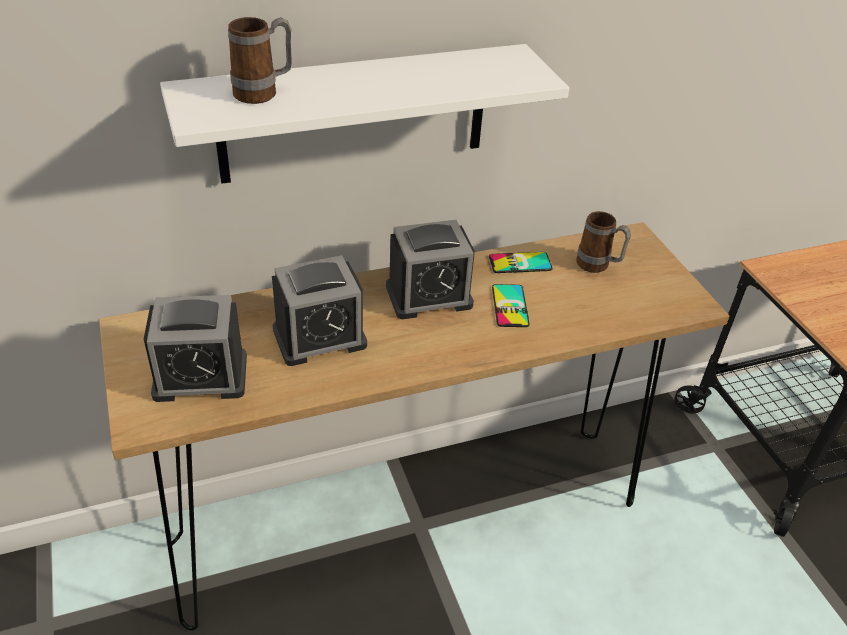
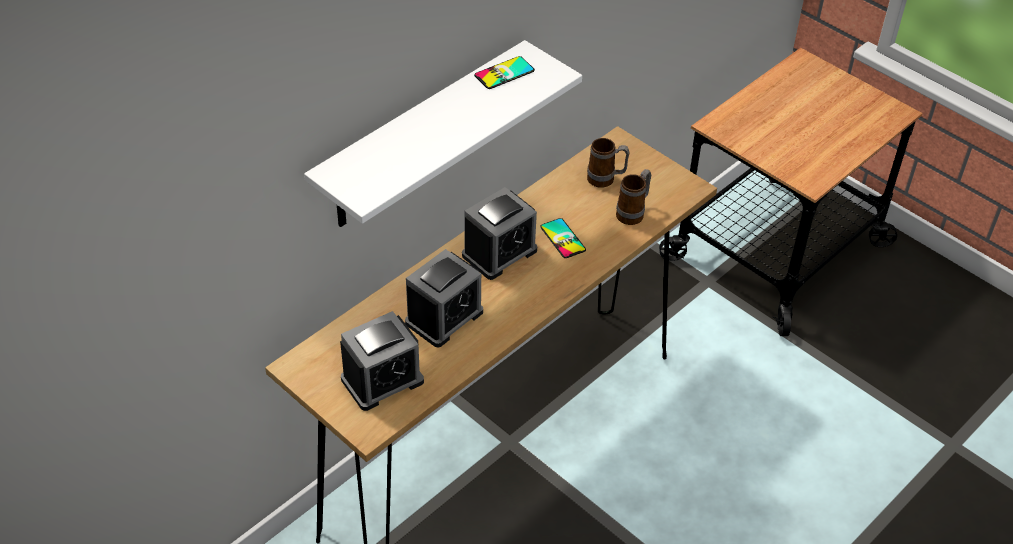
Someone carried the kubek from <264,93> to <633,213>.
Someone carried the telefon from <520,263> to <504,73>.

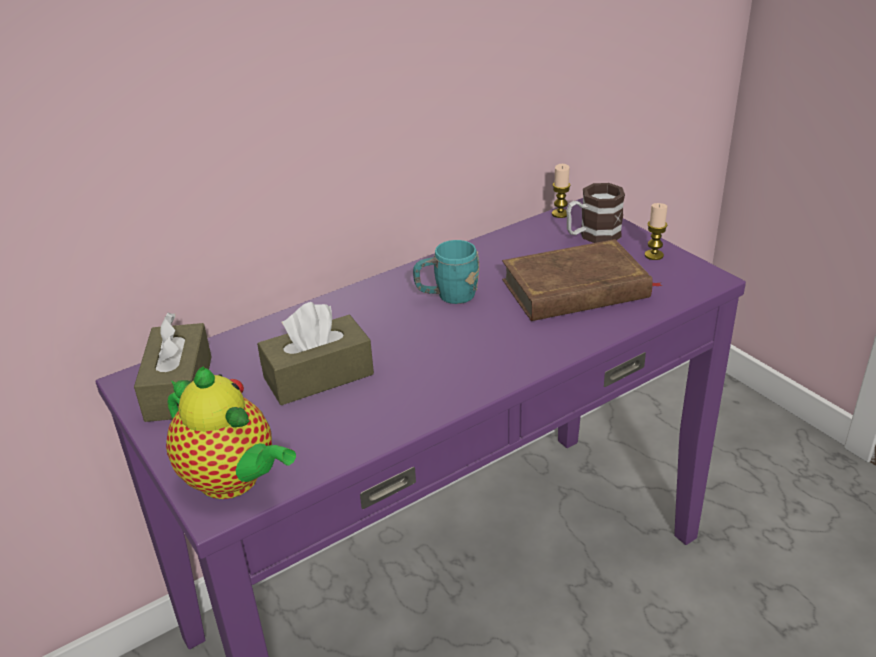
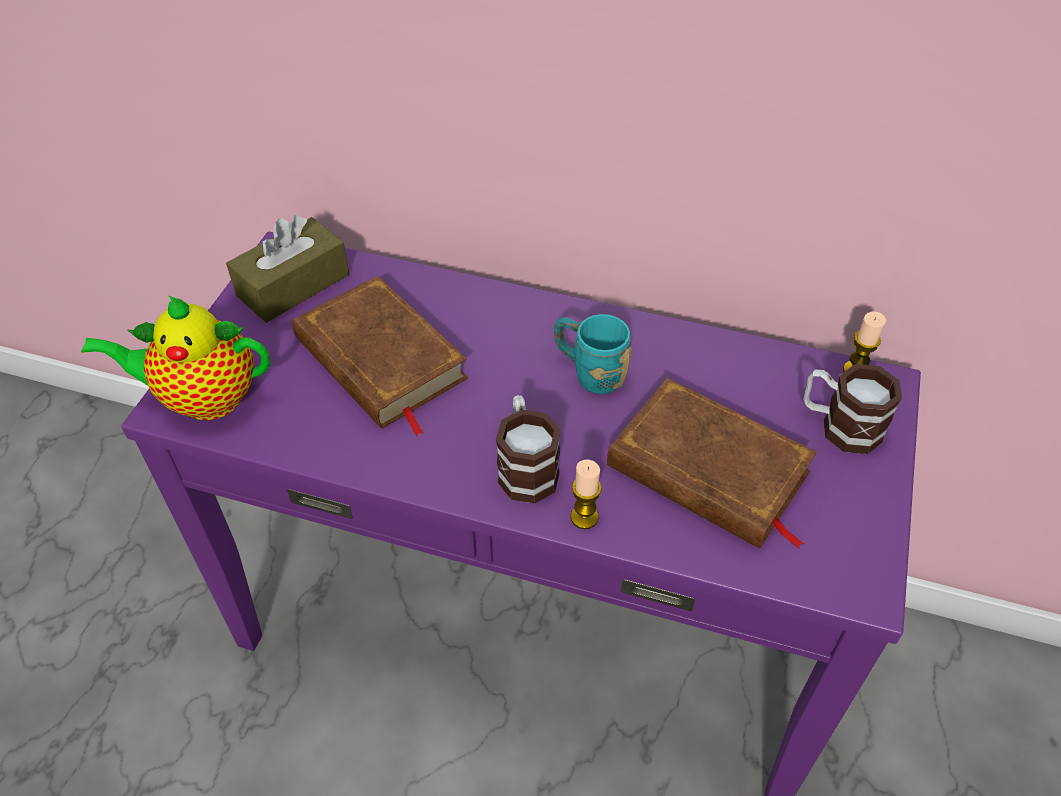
Someone carried the świeca from <654,255> to <584,517>.
Someone swapped the pudełko chusteczek/brązowy at <318,376> for the książka/brązowy at <380,360>.
Someone rotated the imbryk at <233,481> by 90 degrees clockwise.
Someone put down the kubek at <526,466>.

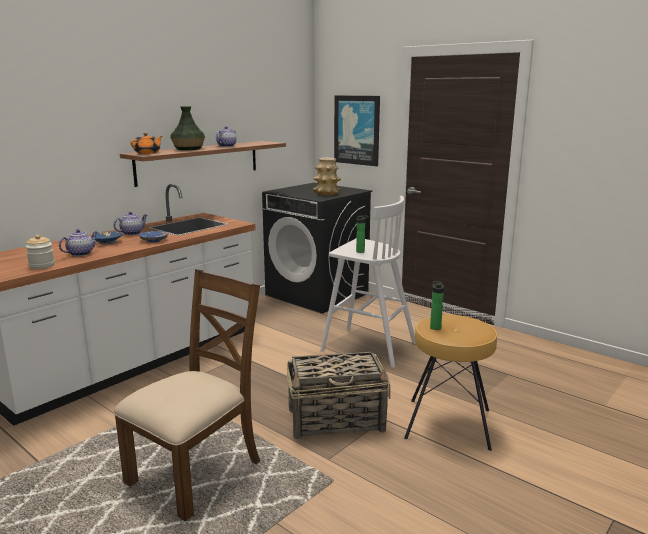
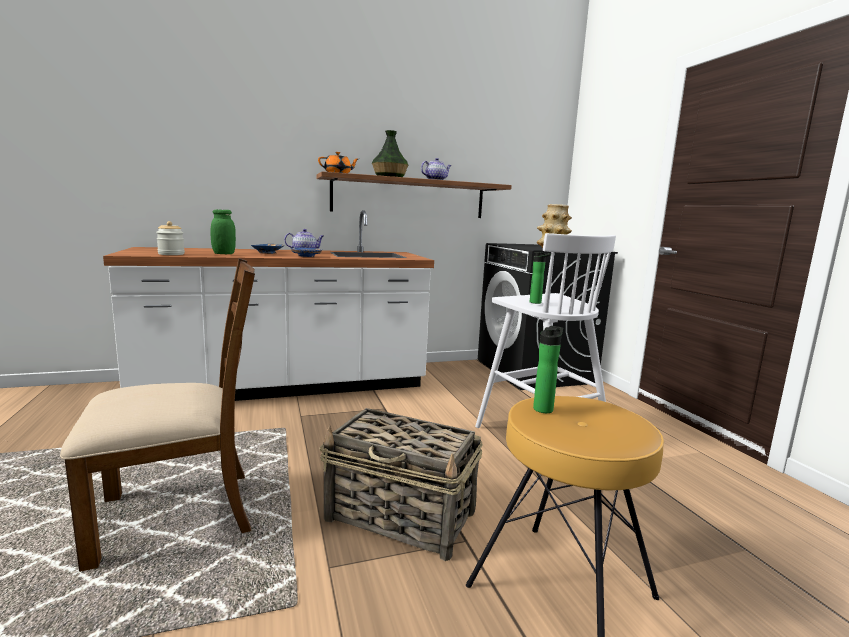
Someone took away the obraz at <357,130>.
Someone swapped the imbryk at <81,253> for the słoik/zielony at <224,254>.

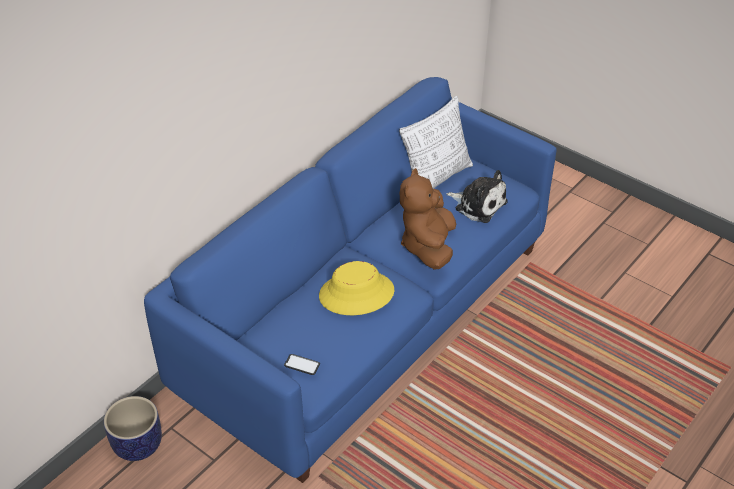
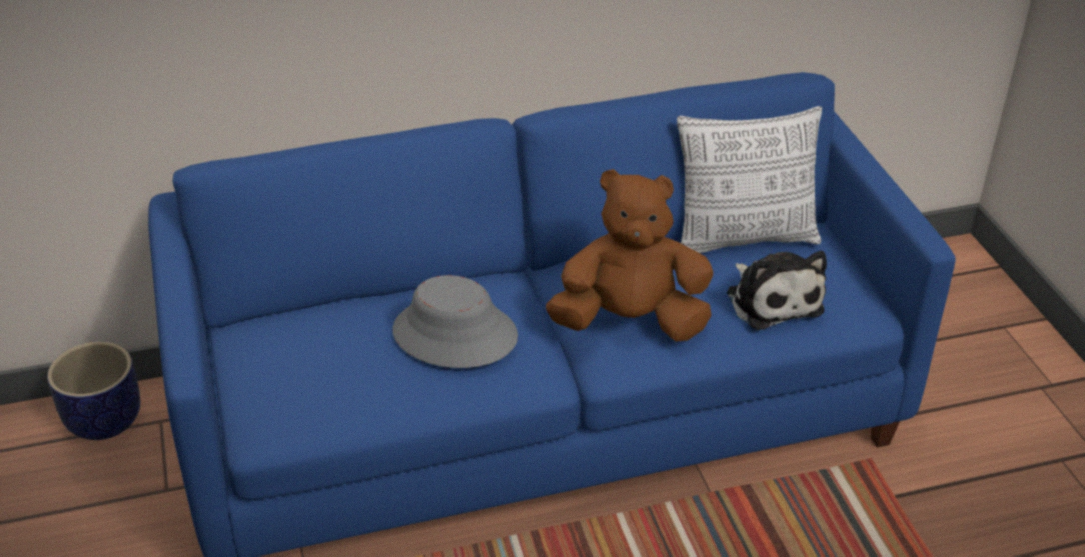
Someone rotated the pluszak/brązowy at <428,246> by 45 degrees clockwise.
Someone repainted the kapelusz/żółty at <356,294>, which became the kapelusz/szary at <454,335>.
Someone took away the telefon at <302,365>.

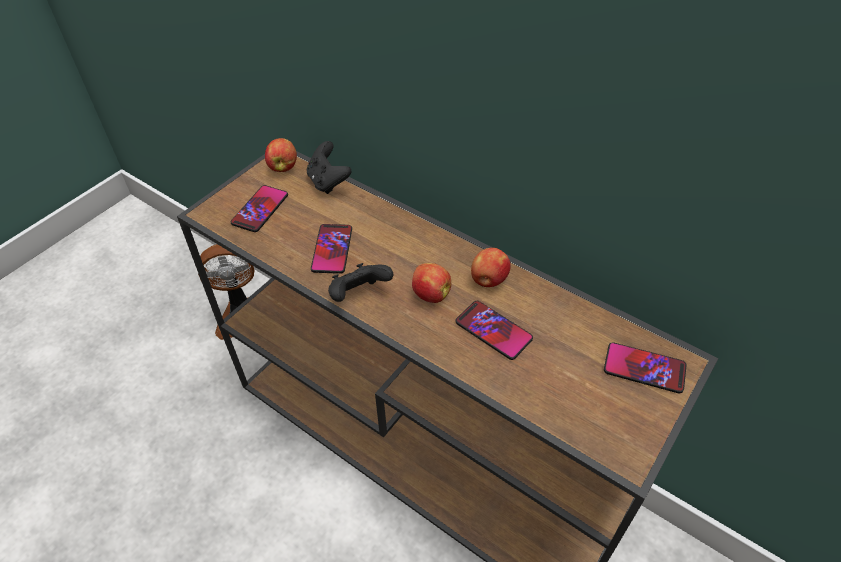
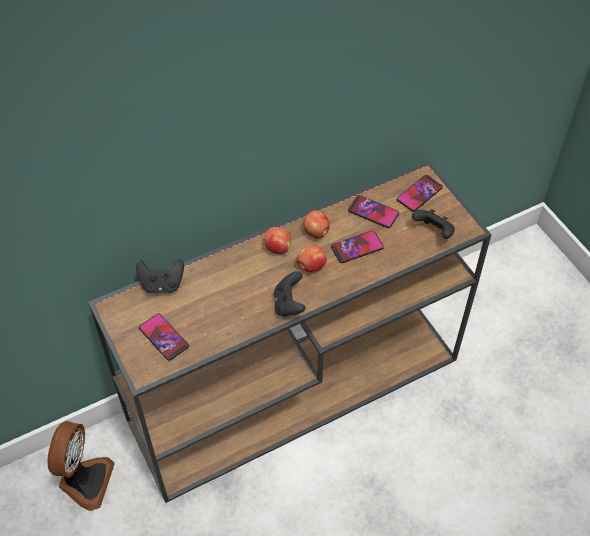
Someone carried the jabłko from <283,167> to <277,248>.
Someone carried the telefon from <332,249> to <373,212>.
Someone put down the pad do gier/czarny at <433,232>.

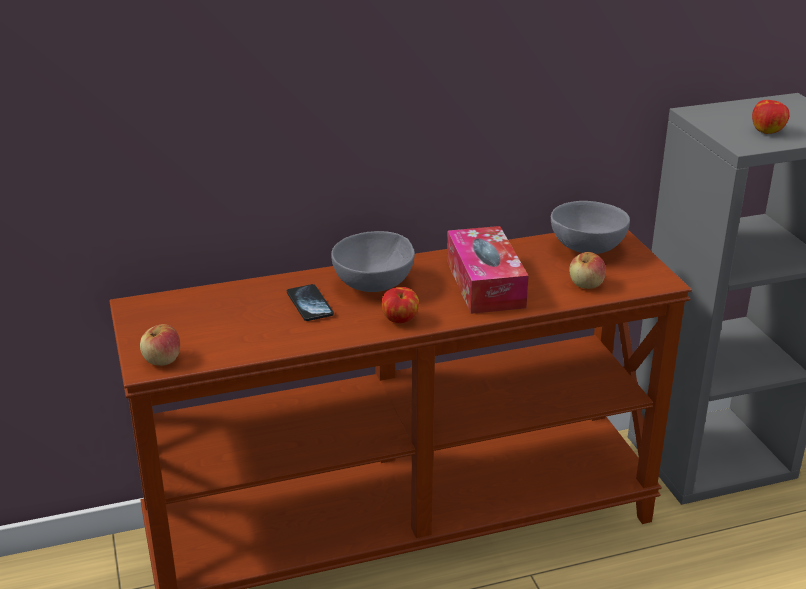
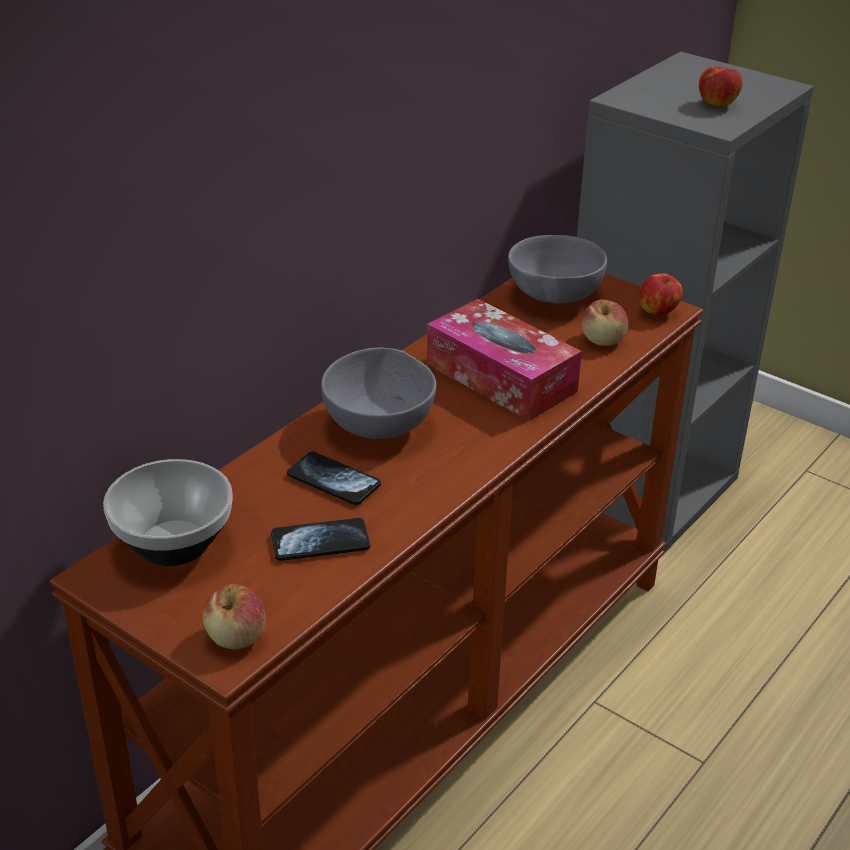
Someone carried the jabłko from <400,320> to <658,312>.
Someone put down the miska at <175,543>.
Someone put down the telefon at <320,542>.

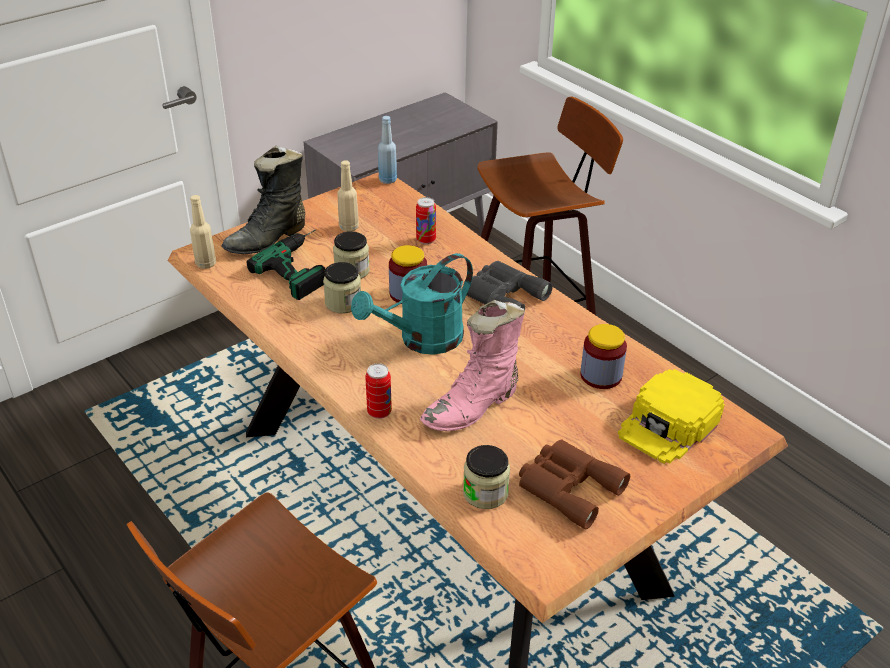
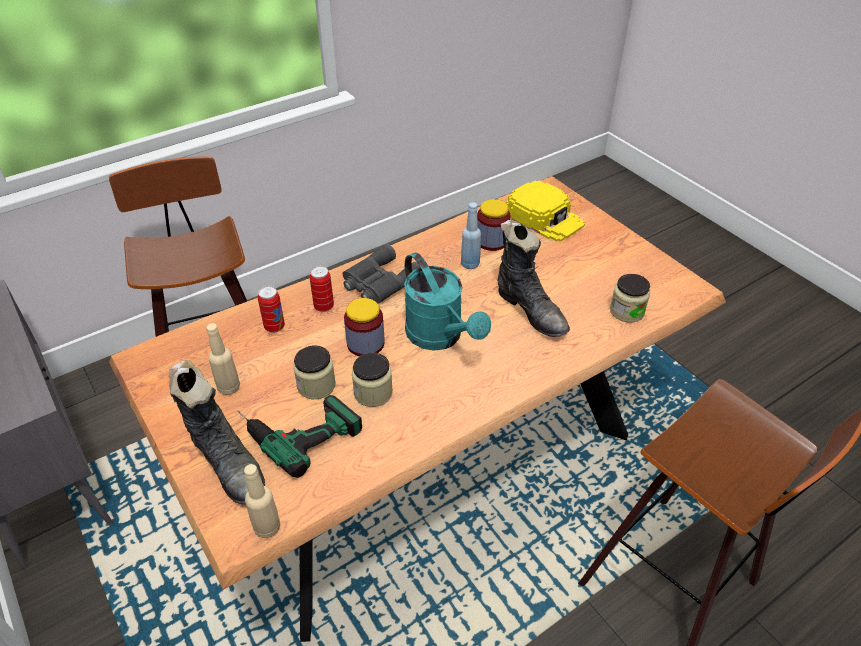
Someone carried the butelka/niebieski from <388,180> to <470,264>.
Someone repainted the but z cholewką/różowy at <473,407>, which became the but z cholewką/czarny at <530,311>.
Someone carried the puszka from <379,412> to <324,306>.
Someone took away the lornetka/brązowy at <567,486>.

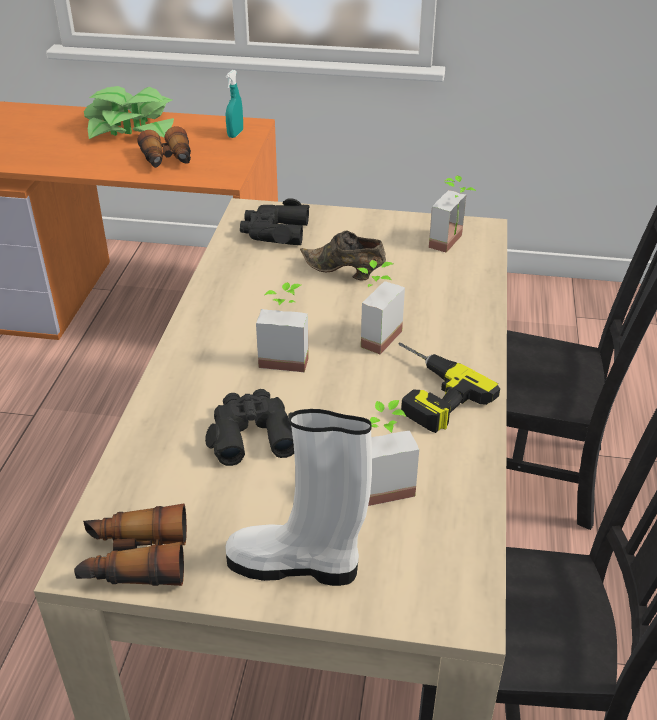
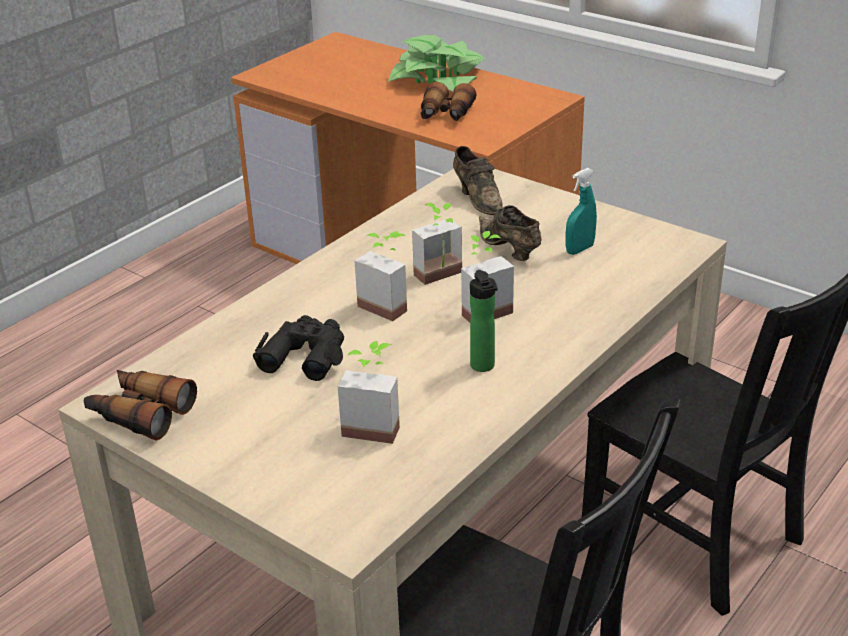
Someone carried the spryskiwacz/turkusowy from <235,134> to <579,249>.
Someone carried the roślina doniczkowa from <453,243> to <442,277>.
Someone swapped the lornetka/czarny at <275,232> for the but/brązowy at <478,199>.
Someone swapped the wiertarka at <425,391> for the butelka at <483,367>.
Someone took away the but z cholewką/biały at <296,565>.

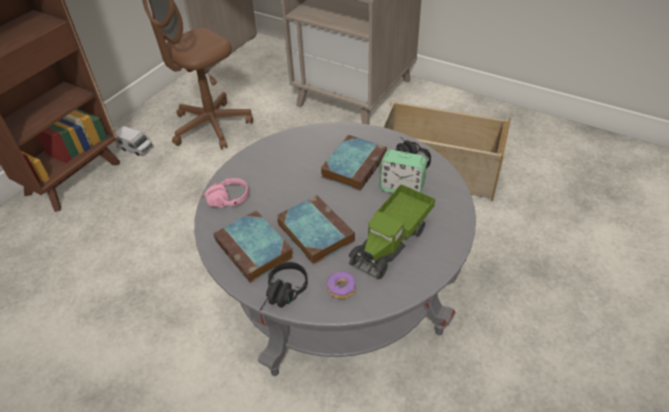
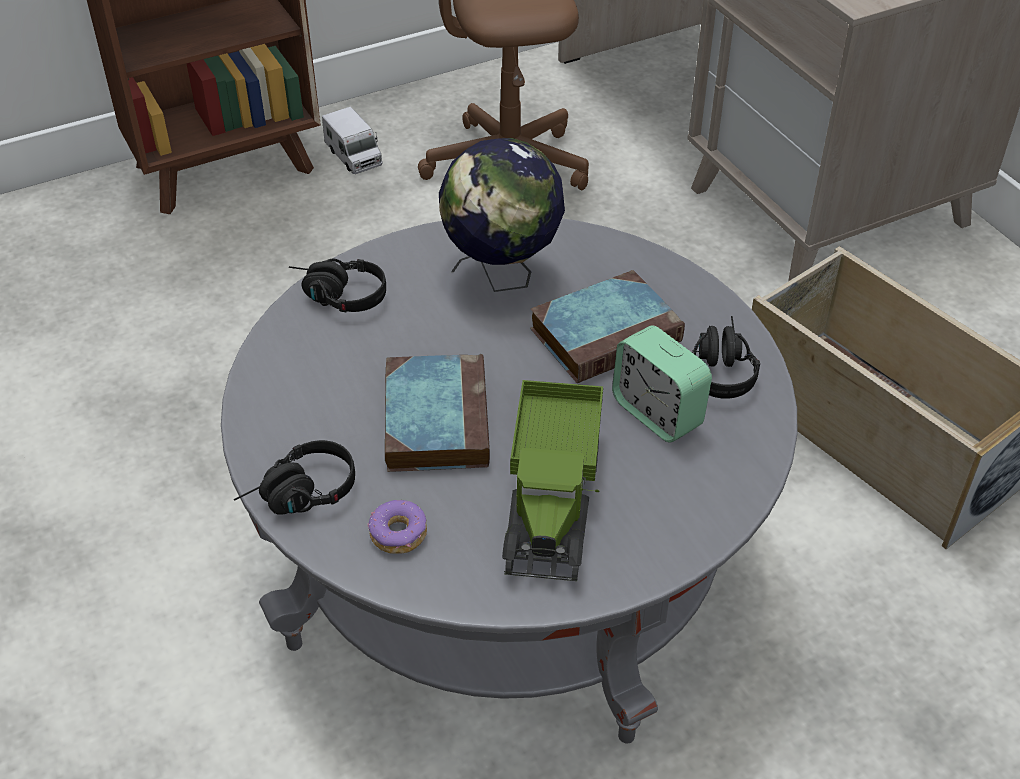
Someone repainted the słuchawki/różowy at <223,201>, which became the słuchawki/czarny at <336,296>.
Someone rotated the ciężarówka zabawkowa at <391,241> by 60 degrees counterclockwise.
Someone took away the książka at <255,250>.
Someone put down the globus at <502,277>.

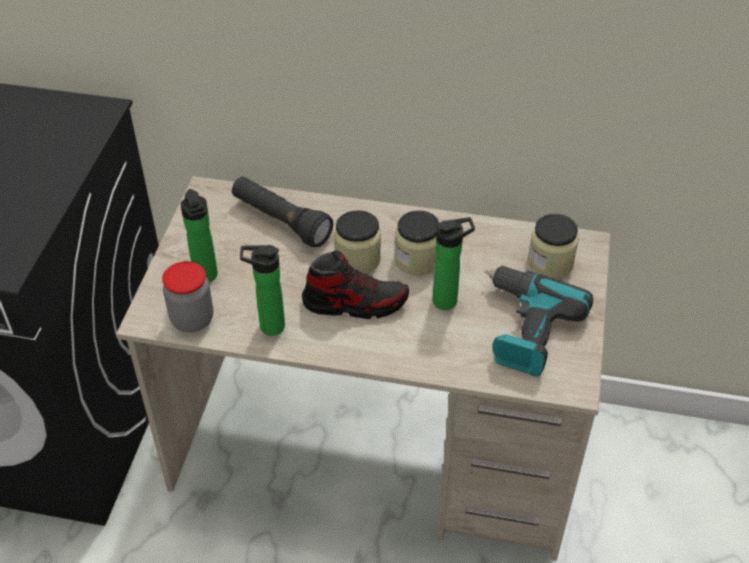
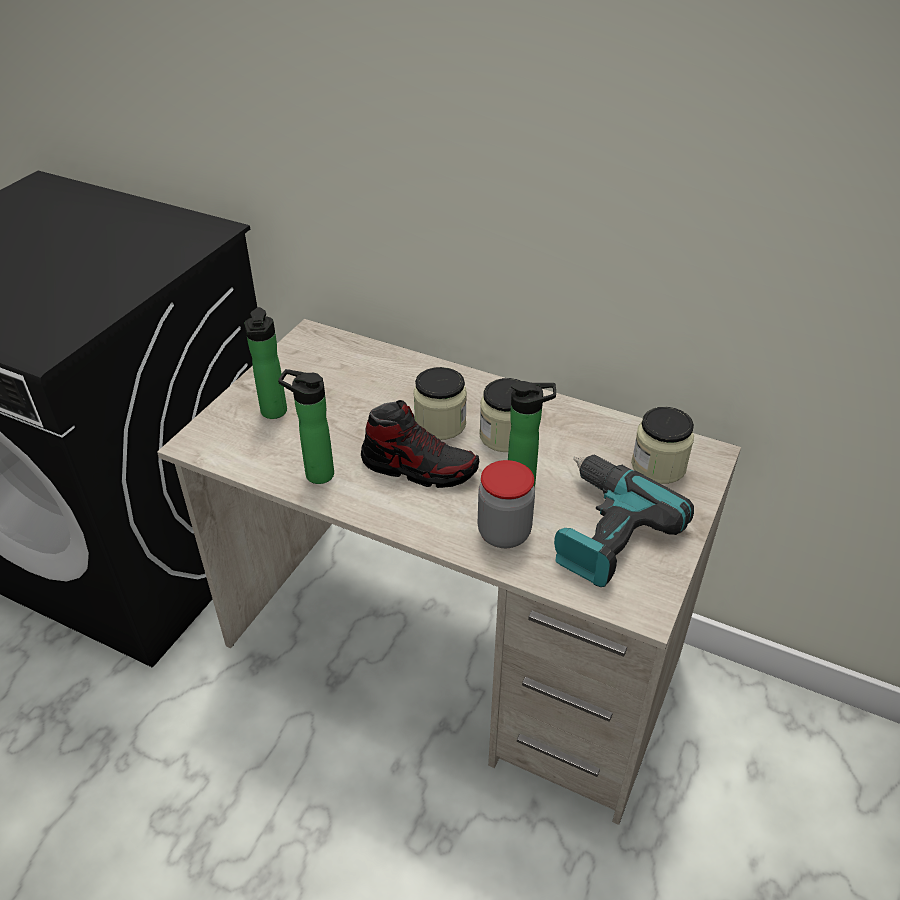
Someone took away the latarka/czarny at <281,221>.
Someone carried the słoik from <192,319> to <504,533>.

